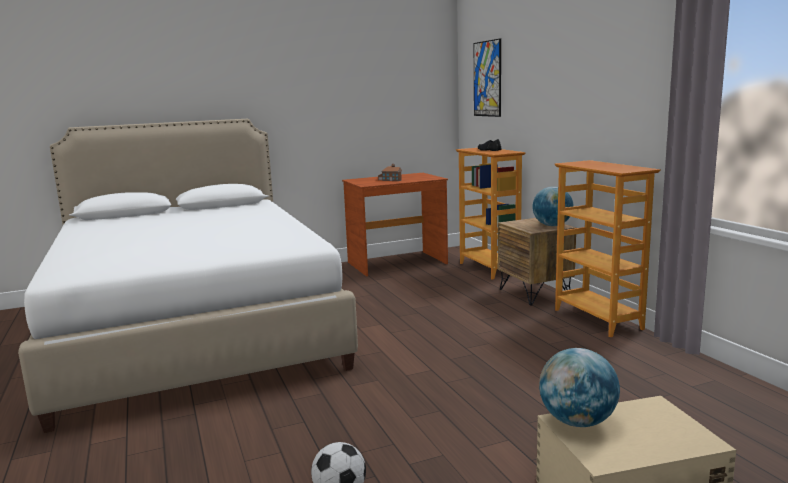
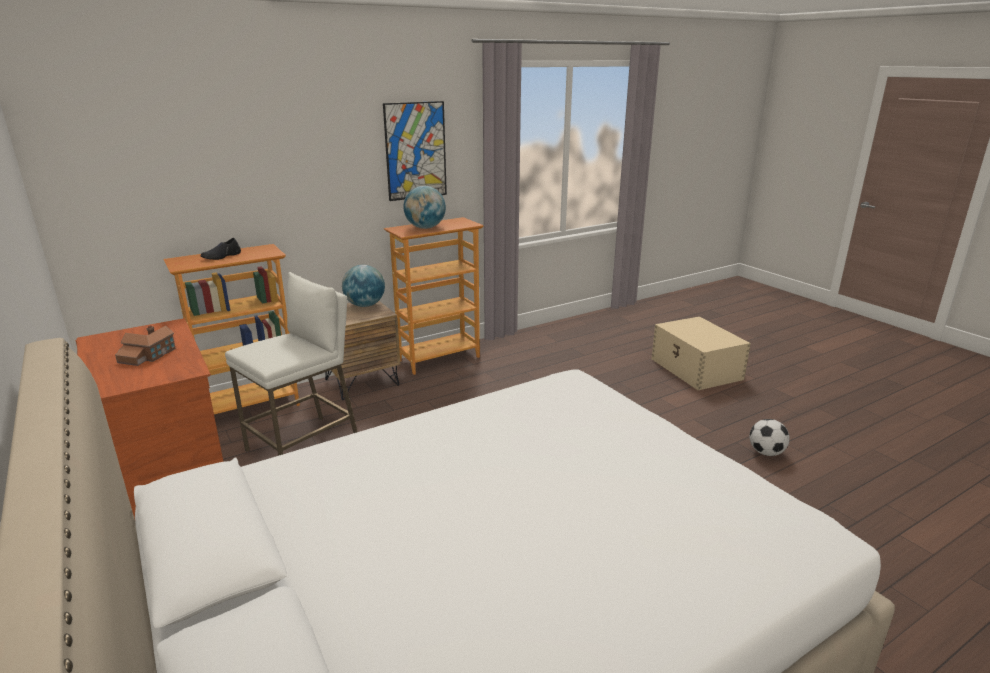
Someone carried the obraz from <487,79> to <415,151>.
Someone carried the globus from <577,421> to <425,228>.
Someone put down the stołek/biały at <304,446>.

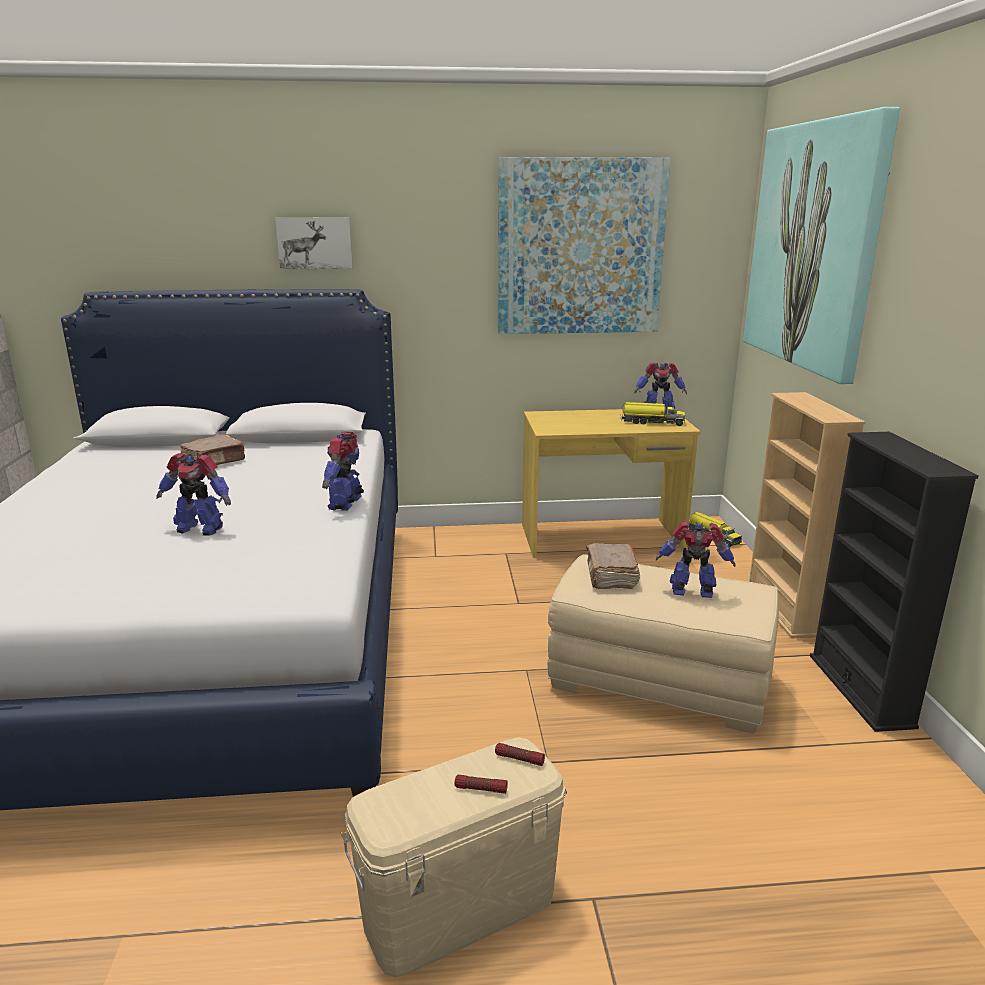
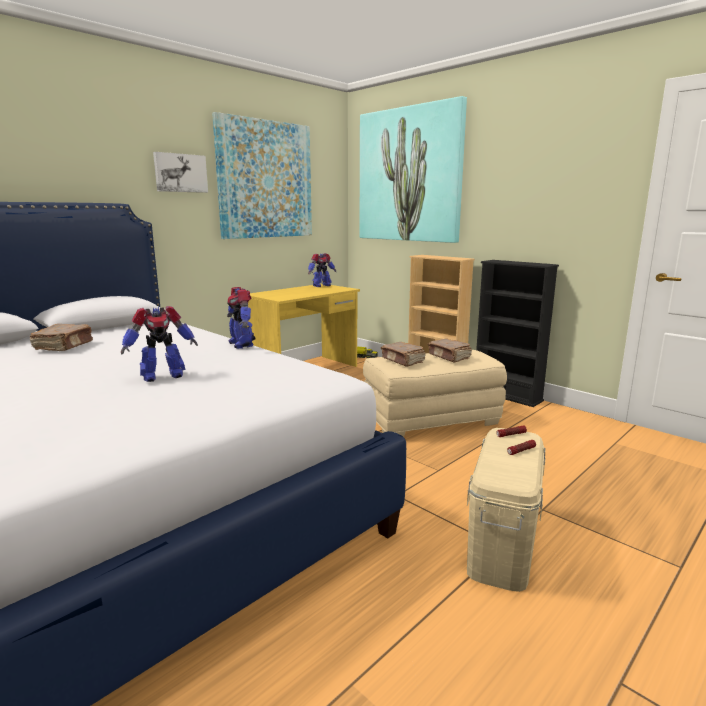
Someone carried the obraz from <315,243> to <180,173>.
Someone took away the ciężarówka zabawkowa at <651,422>.
Someone swapped the robot zabawkowy at <693,592> for the książka/brązowy at <449,357>.

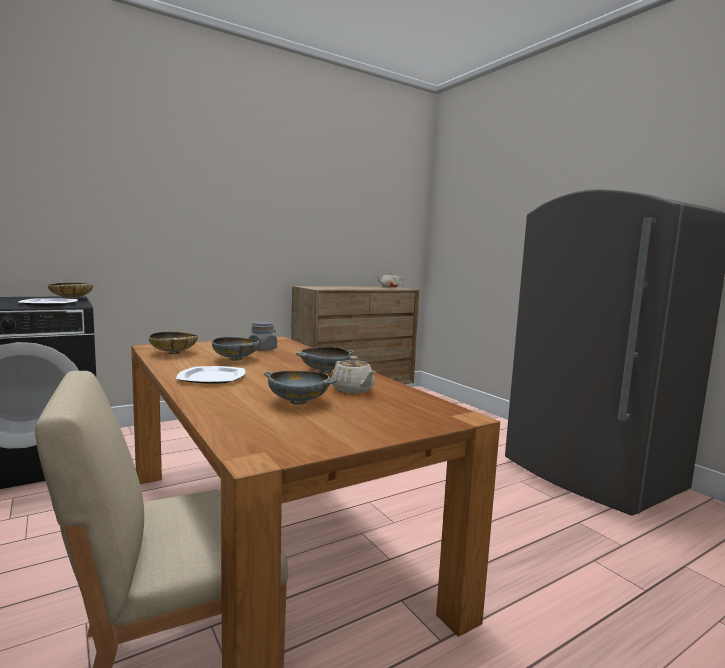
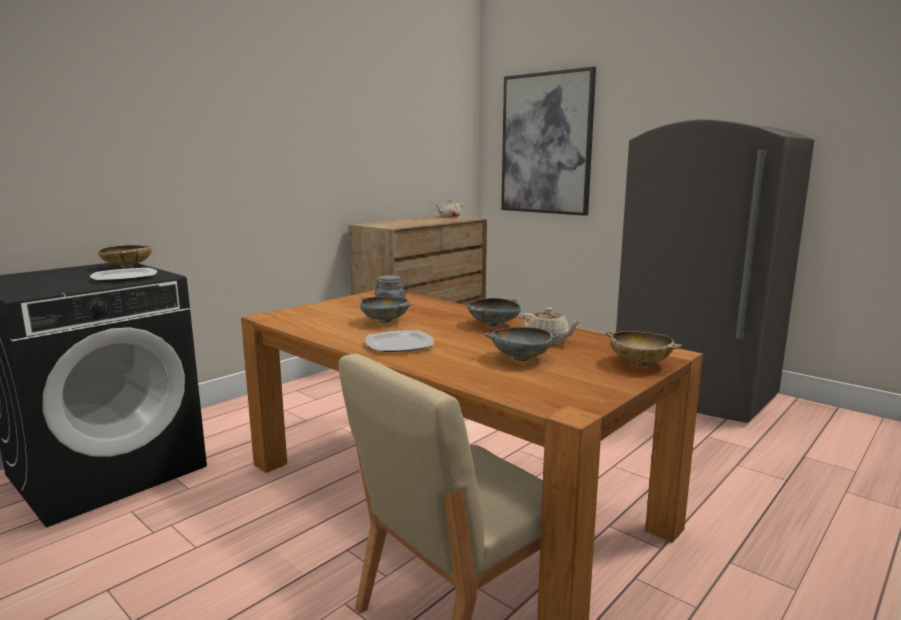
Someone carried the miska/beżowy from <174,353> to <639,363>.
Someone put up the obraz at <546,144>.

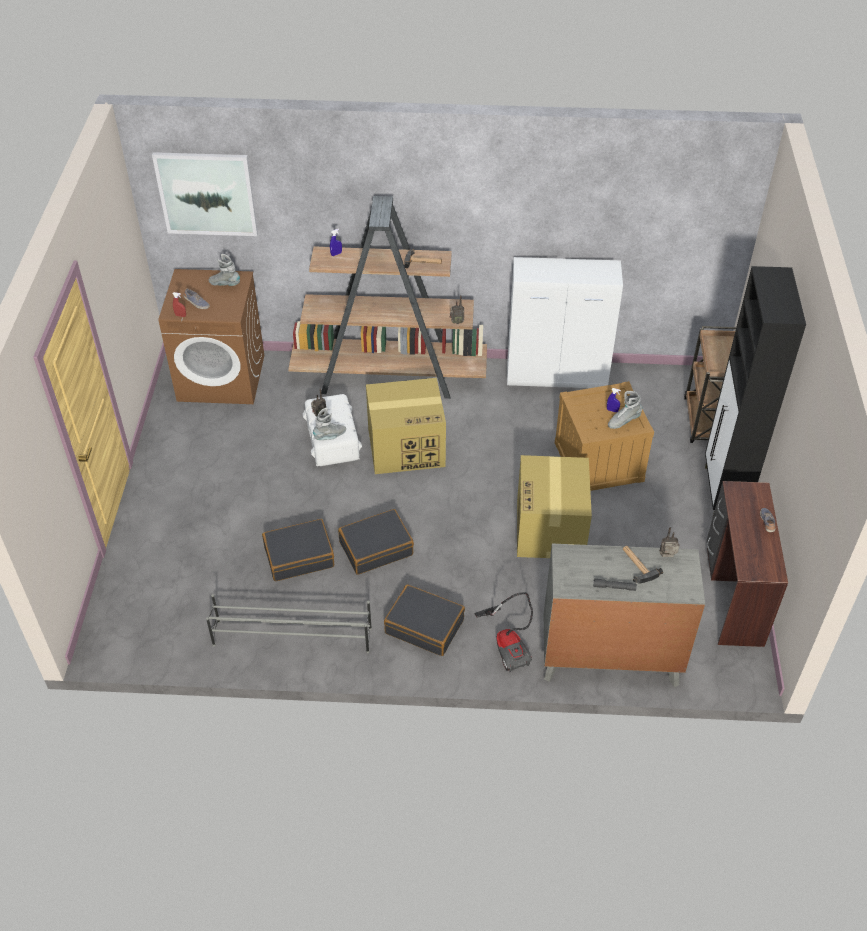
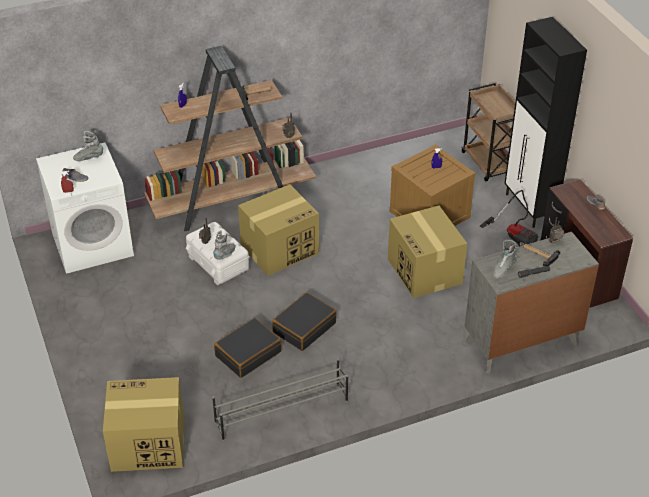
Someone took away the obraz at <206,194>.
Someone took away the szafka/biały at <557,376>.
Someone repainted the pralka/brązowy at <222,377>, which became the pralka/biały at <93,244>.
Someone carried the but z cholewką/szary from <623,421> to <503,269>.
Someone took away the walizka/czarny at <424,626>.
Someone carried the odkurzacz from <509,644> to <514,235>.
Someone put down the karton at <147,444>.

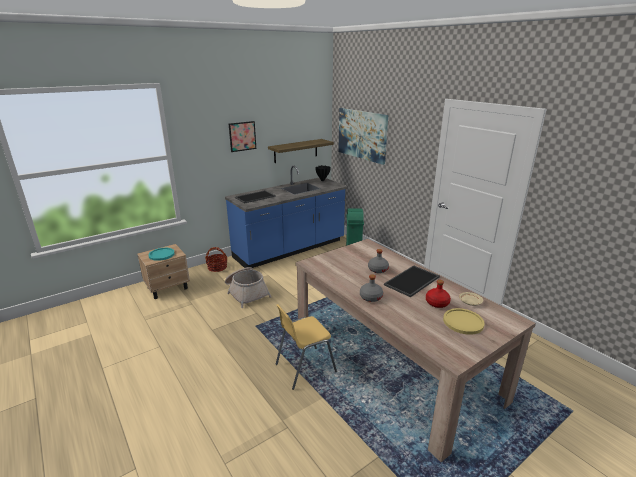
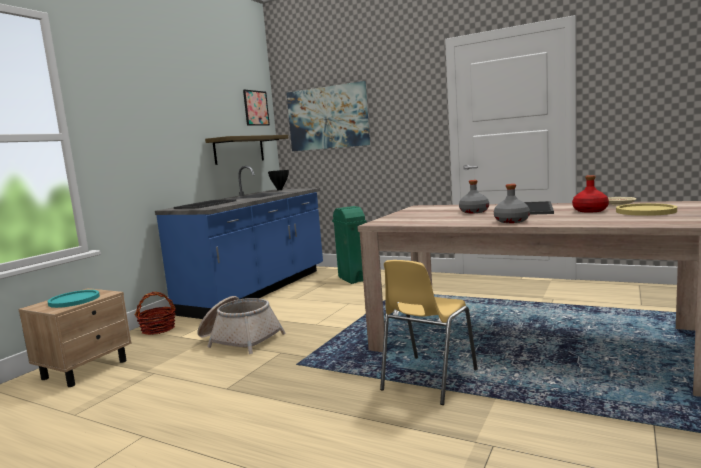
Someone carried the obraz from <242,136> to <256,108>.

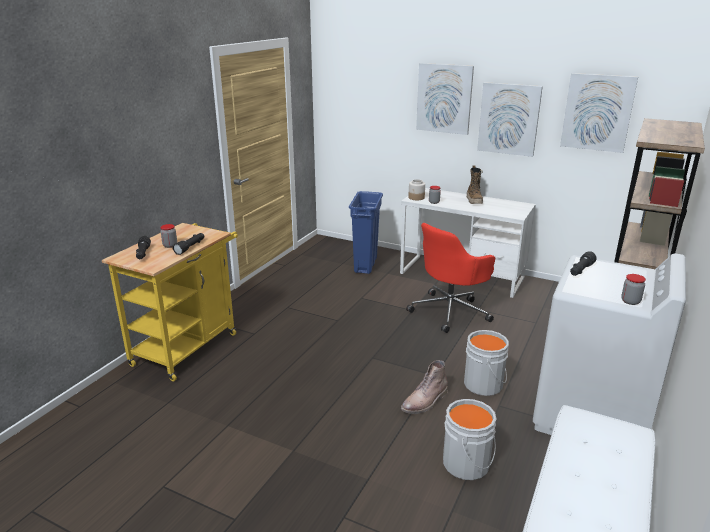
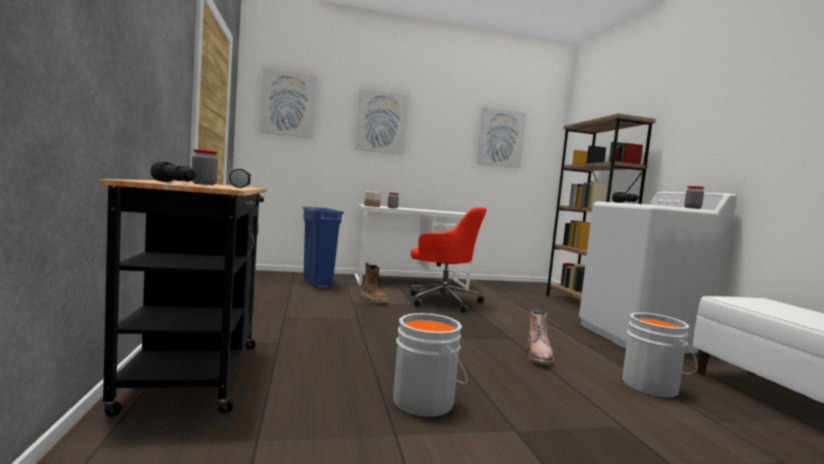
Someone carried the obraz from <509,119> to <288,104>.
Someone carried the but z cholewką from <474,201> to <374,301>.
Someone repainted the wózek/żółty at <189,345>, which became the wózek/czarny at <195,370>.
Someone rotated the krzesło biurowe/czerwony at <450,311> by 75 degrees counterclockwise.
Someone carried the wiadro/szary from <485,384> to <426,401>.

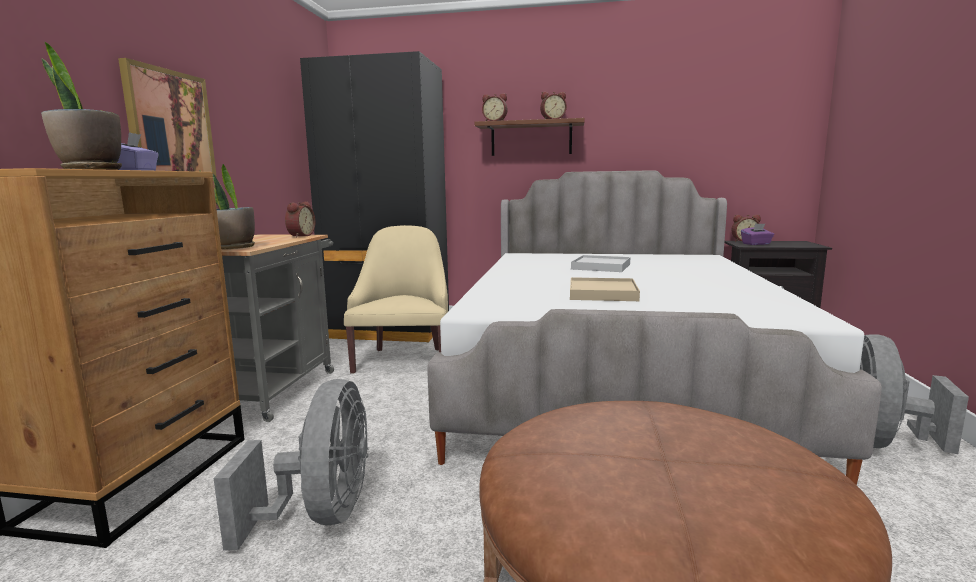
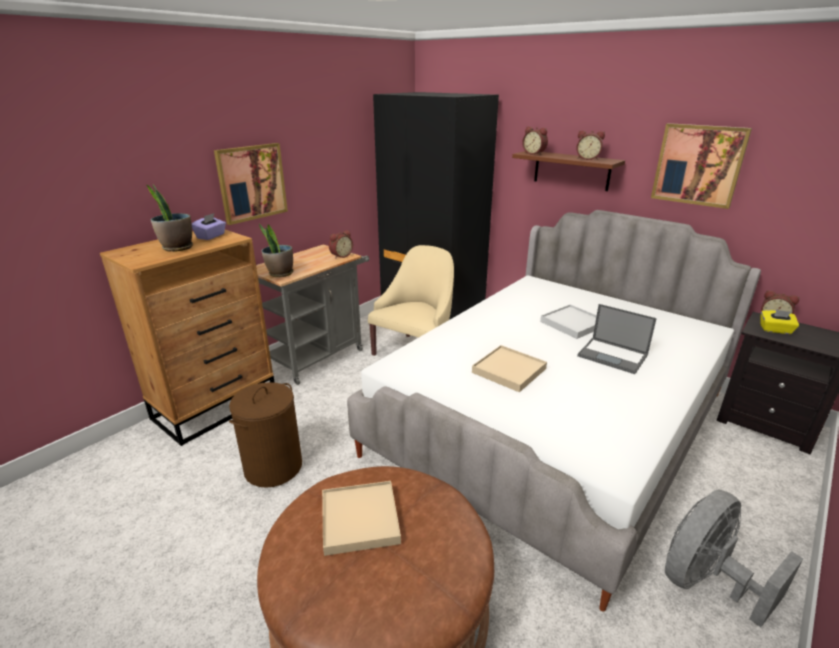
Someone repainted the pudełko chusteczek/fioletowy at <756,244>, which became the pudełko chusteczek/żółty at <775,330>.
Someone swapped the wentylator/szary at <321,514> for the kosz na pranie/brązowy at <273,467>.
Someone put up the obraz at <698,165>.
Someone put down the laptop at <613,356>.
Someone put down the taca/beżowy at <359,520>.

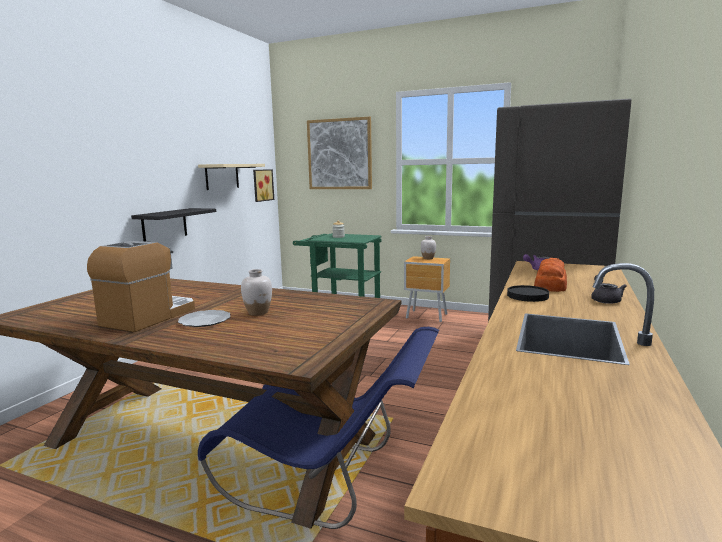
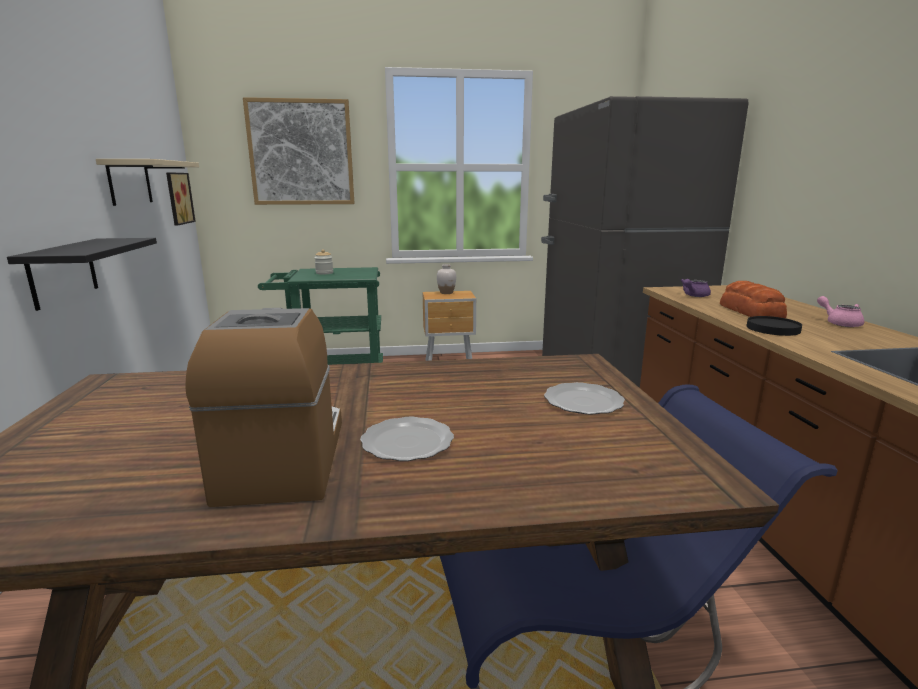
Someone took away the wazon/biały at <258,312>.
Someone repainted the imbryk/szary at <605,300>, which became the imbryk/różowy at <839,323>.
Someone put down the talerz at <582,401>.

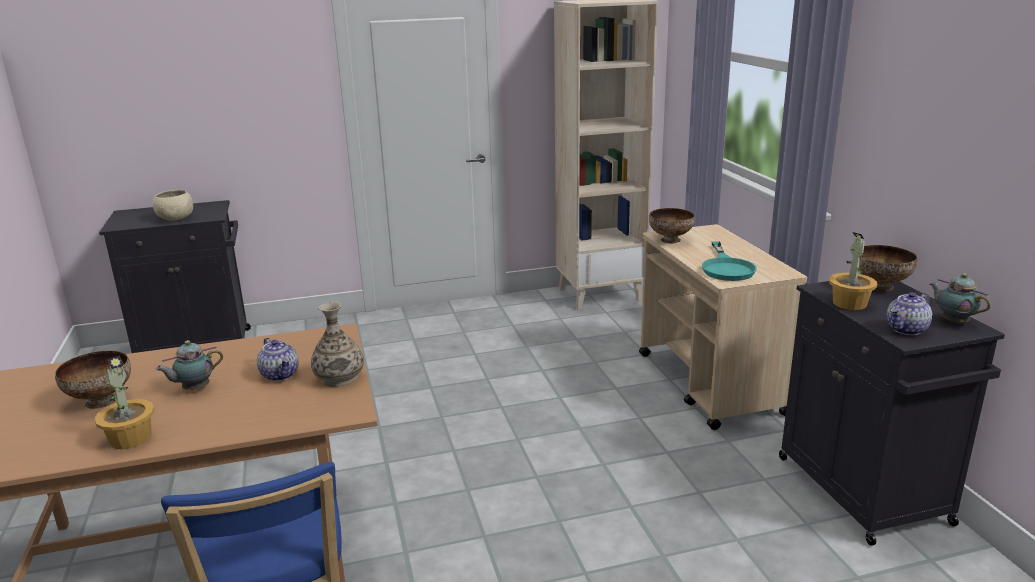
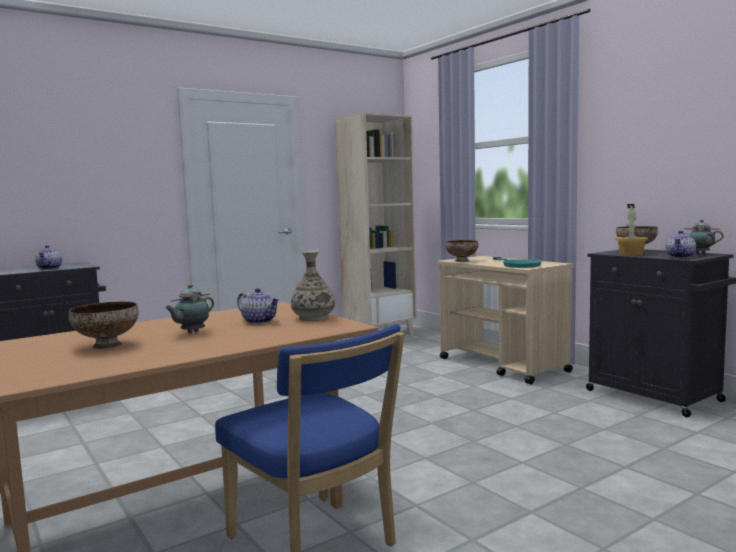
Someone swapped the miska/beżowy at <176,218> for the imbryk at <50,268>.
Someone took away the roślina doniczkowa at <130,438>.

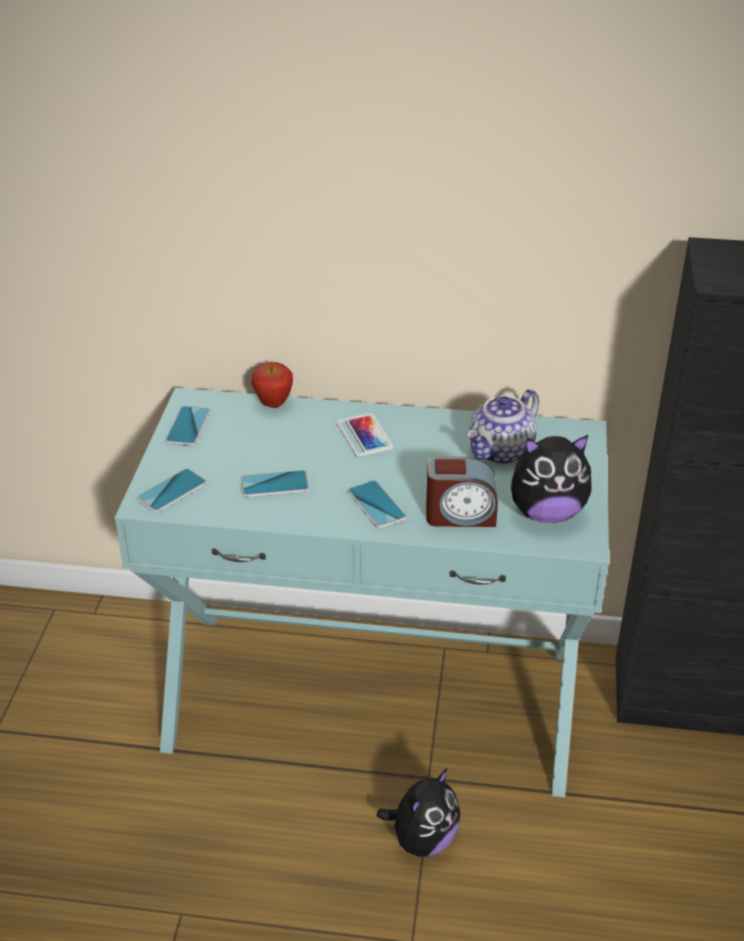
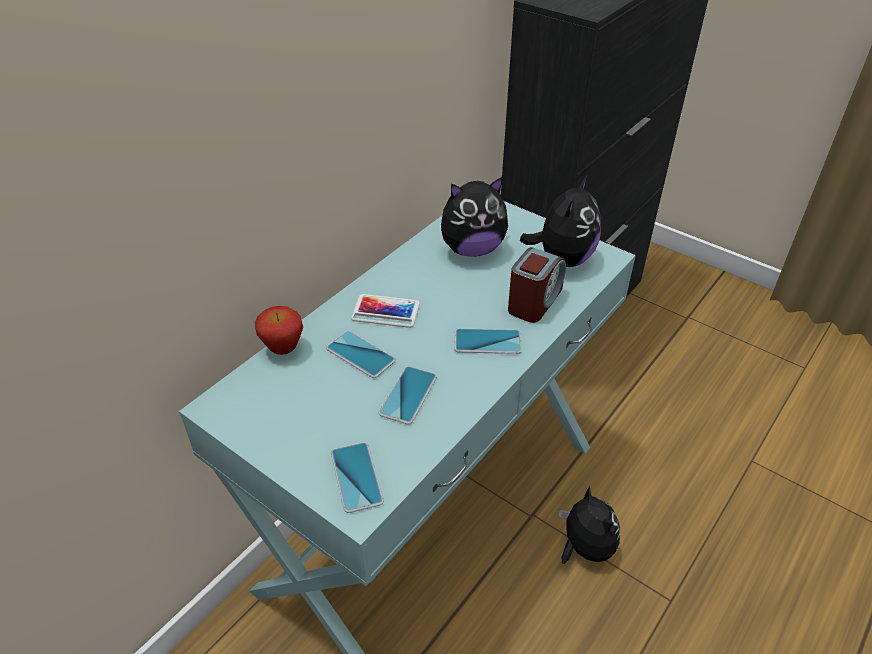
Someone swapped the imbryk at <501,452> for the pluszak at <472,249>.
Someone carried the telefon from <188,427> to <360,355>.

